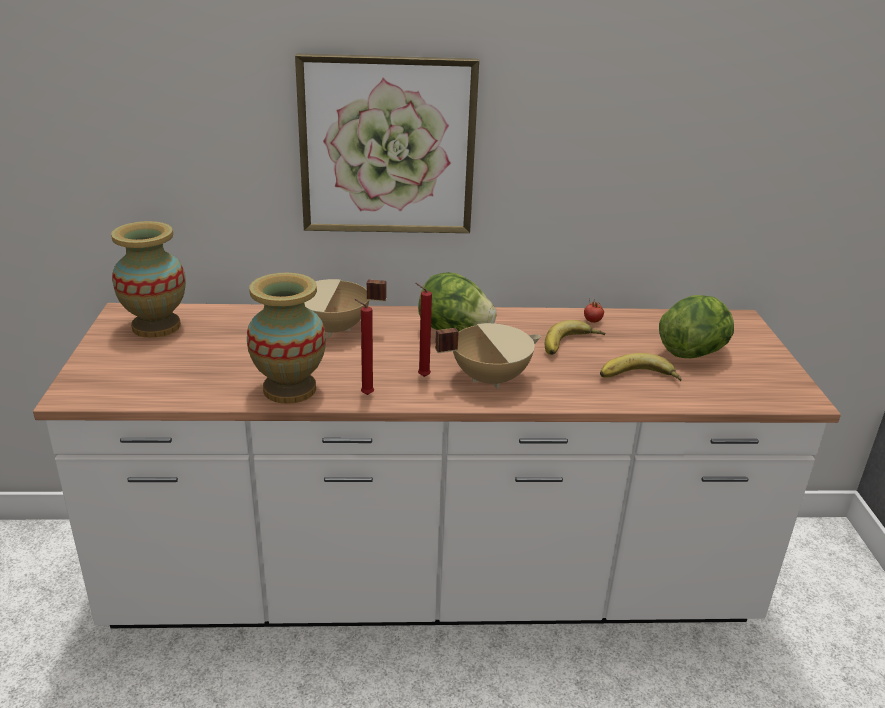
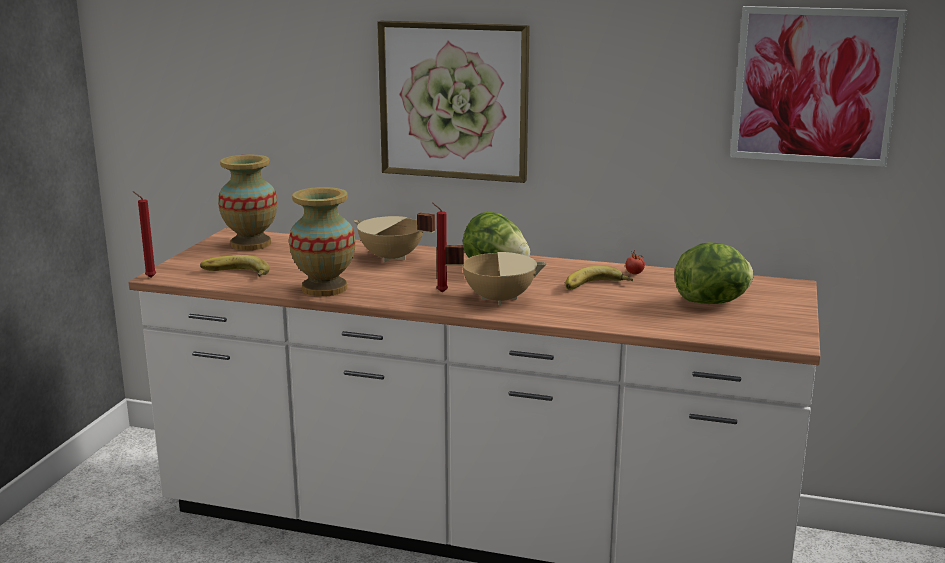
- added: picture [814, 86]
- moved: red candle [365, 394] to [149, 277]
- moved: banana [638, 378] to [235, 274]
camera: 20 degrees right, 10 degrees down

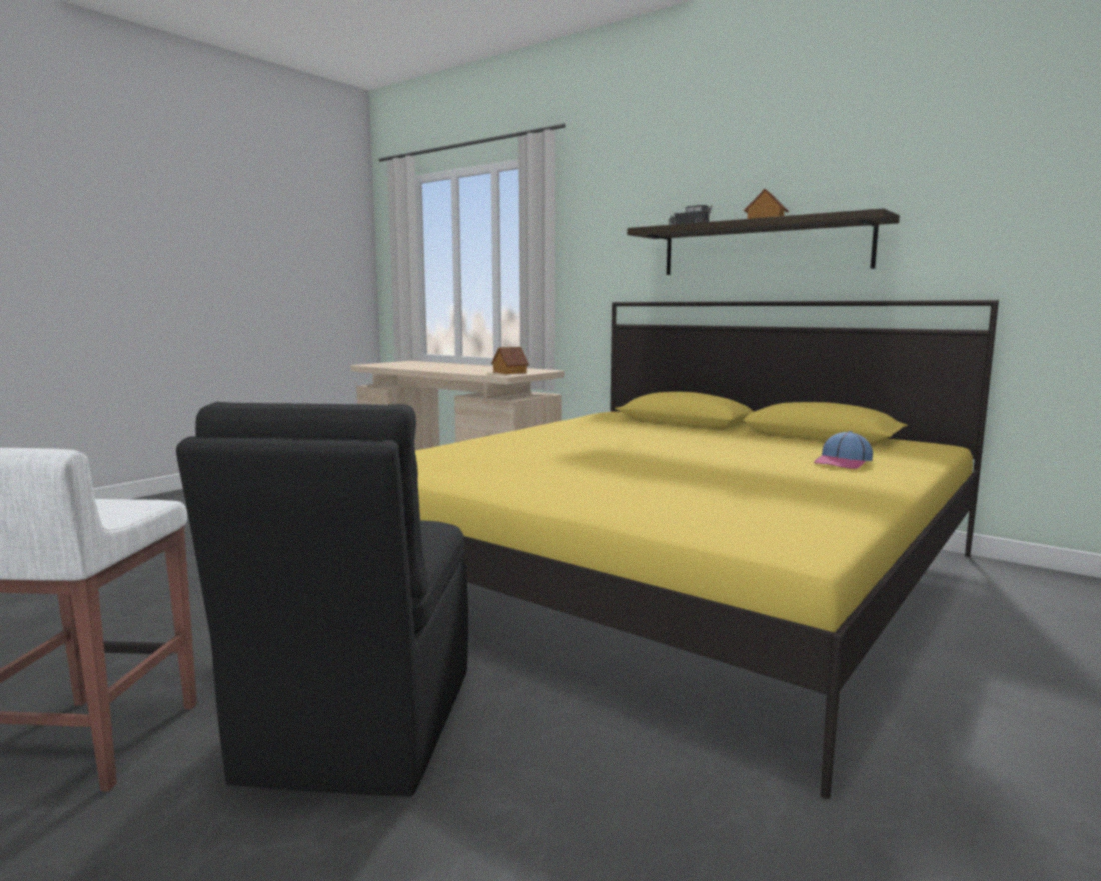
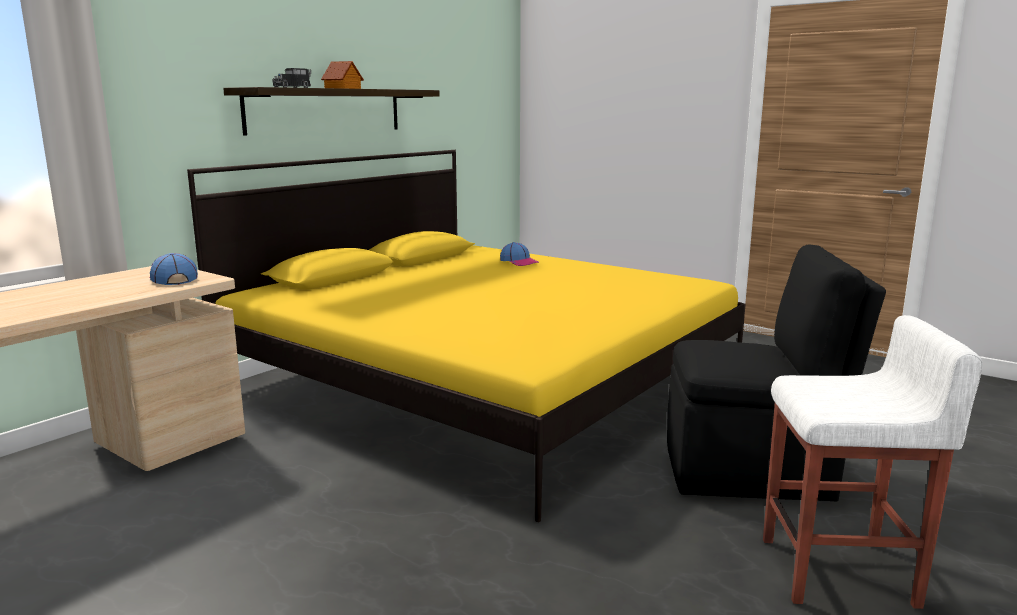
- replaced: toy house [509, 372] to cap [172, 278]
camera: 90 degrees left, 5 degrees up

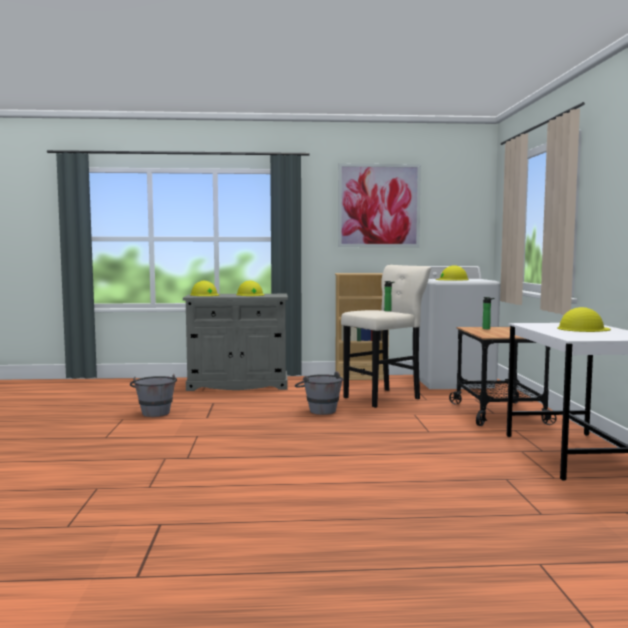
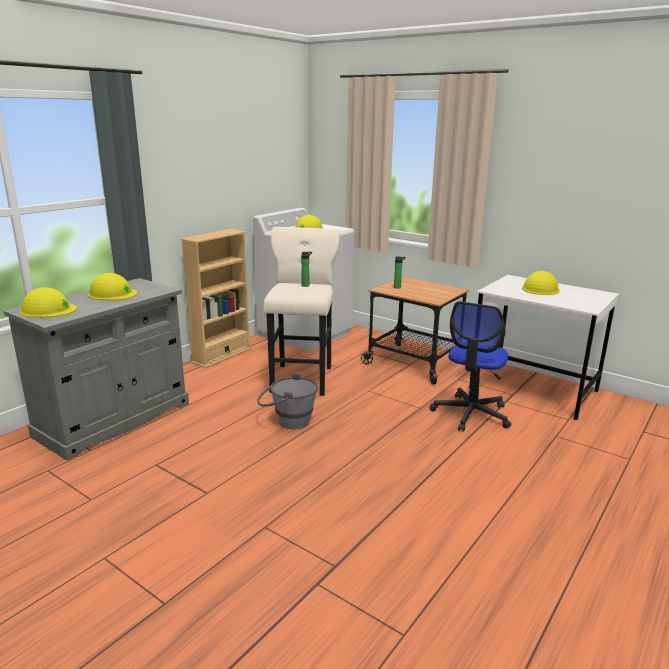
- removed: grey bucket [155, 412]
- removed: picture [379, 205]
- added: office chair [471, 414]
camera: 50 degrees left, 15 degrees up

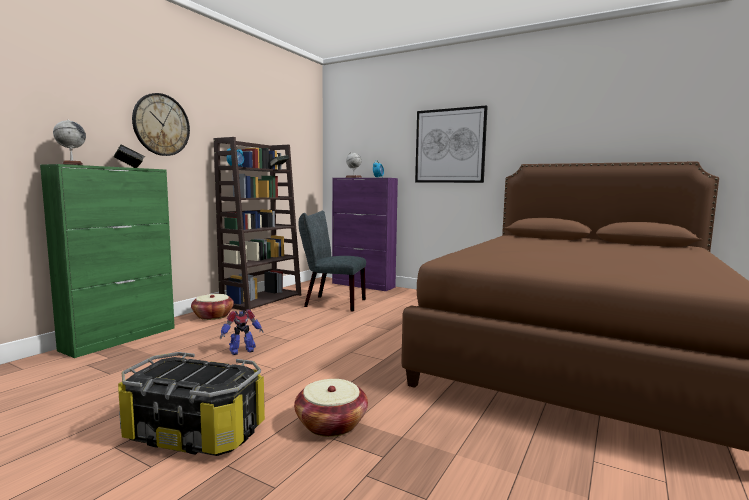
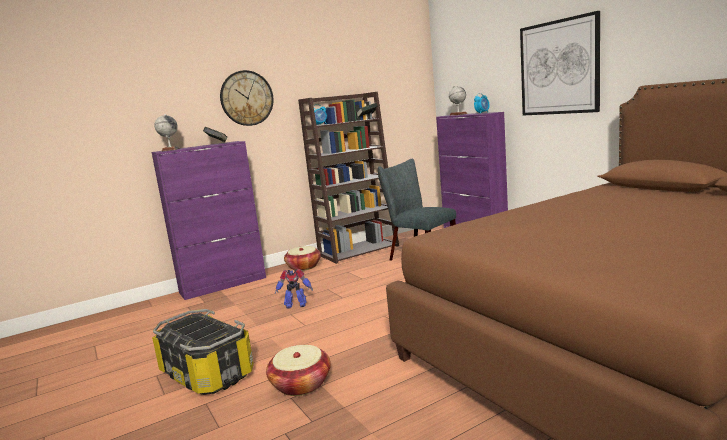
- recoloured: green cabinet [121, 338] to purple cabinet [224, 285]
camera: 30 degrees right, 5 degrees up

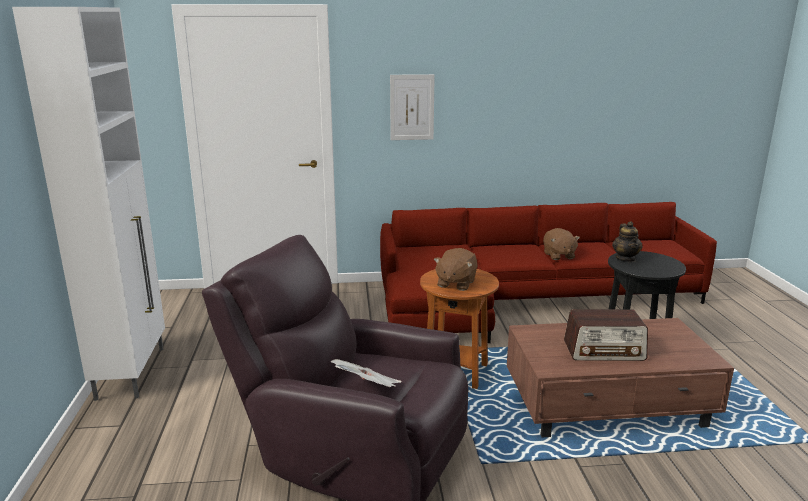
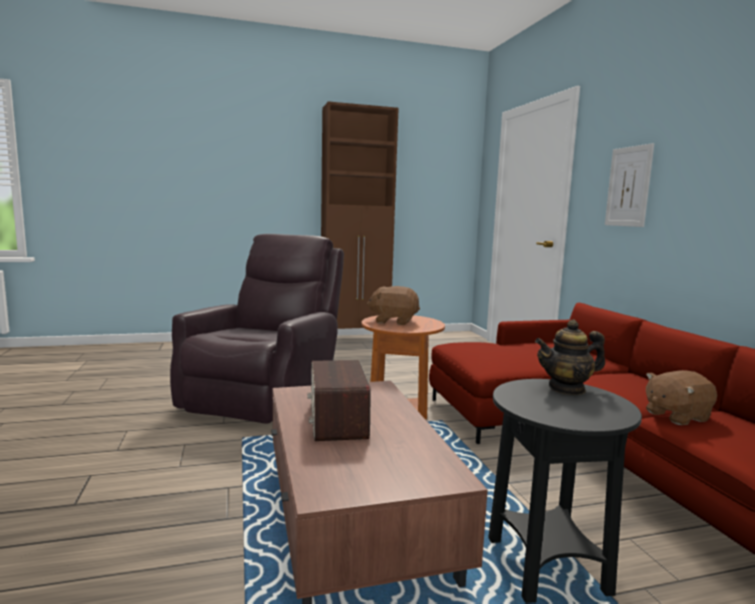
- removed: newspaper [368, 389]
- recoloured: white cabinet [132, 372] to brown cabinet [355, 339]
camera: 80 degrees right, 10 degrees down

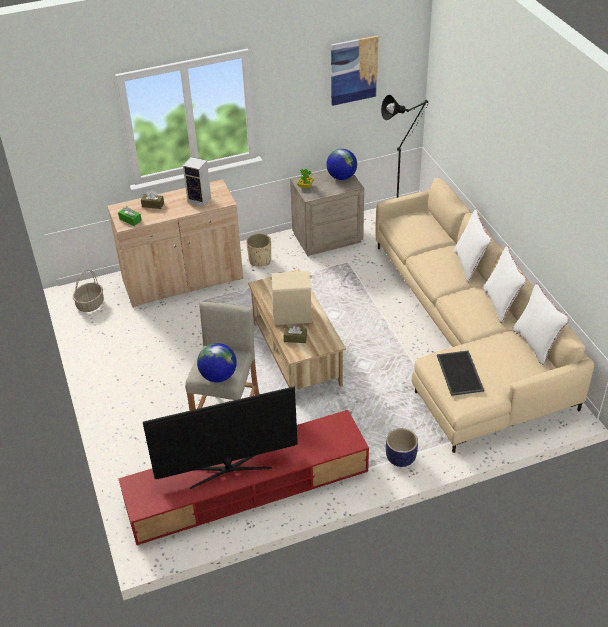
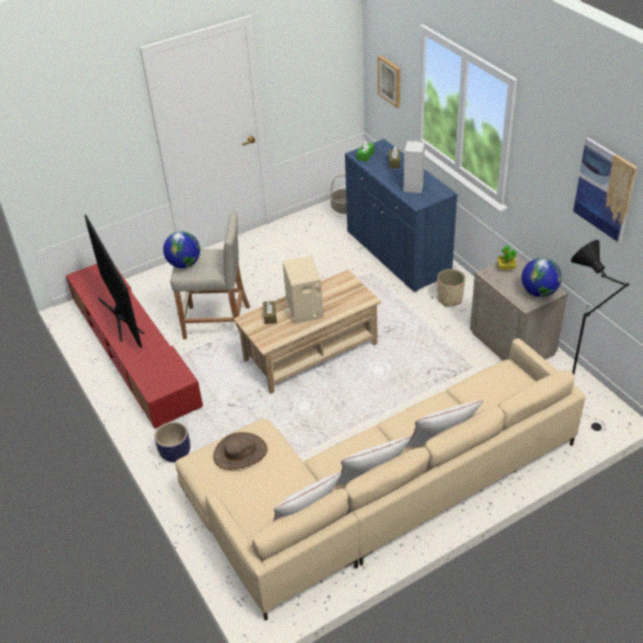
- added: picture [390, 81]
- replaced: tray [461, 373] to brown hat [240, 453]
- recoloured: beige cabinet [183, 280] to blue cabinet [397, 254]
camera: 80 degrees right, 0 degrees up

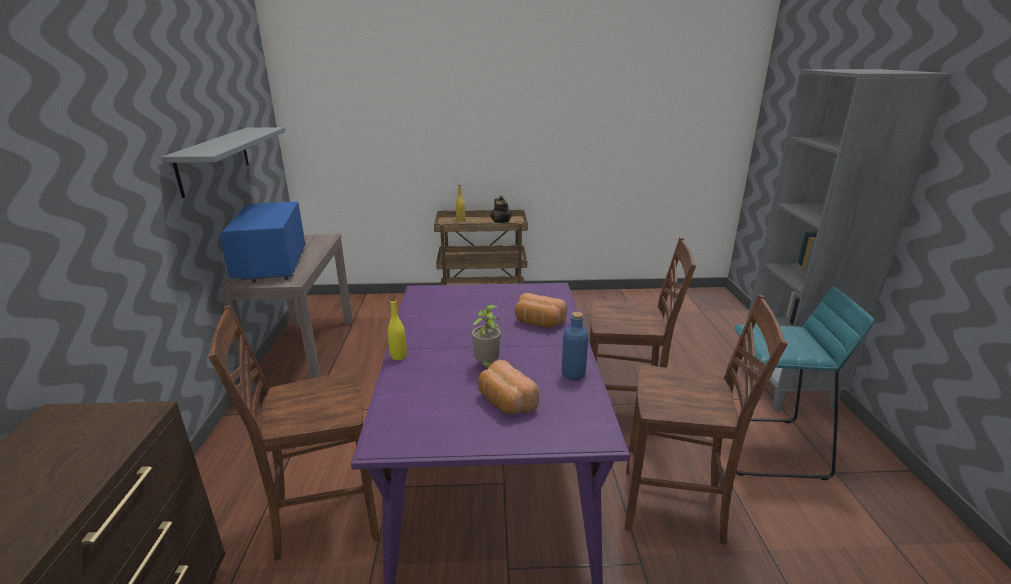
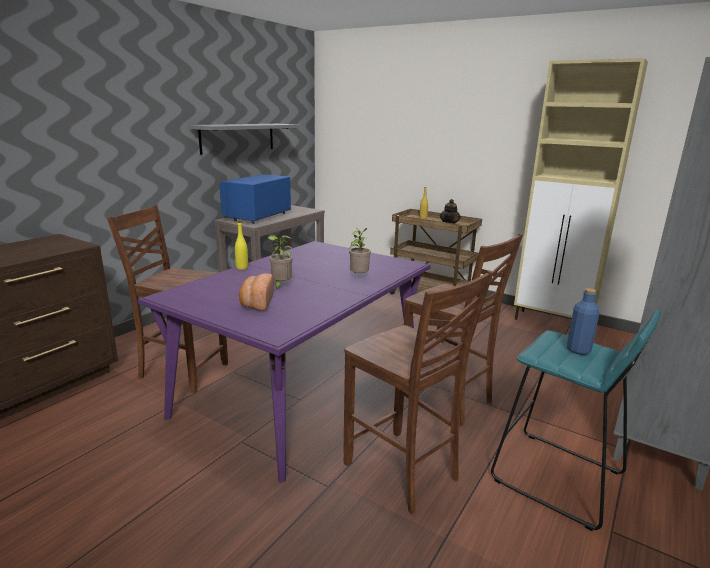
- added: beige cabinet [552, 323]
- moved: blue bottle [573, 374] to [578, 350]
- replaced: bread [538, 323] to potted plant [359, 277]
camera: 35 degrees right, 5 degrees down

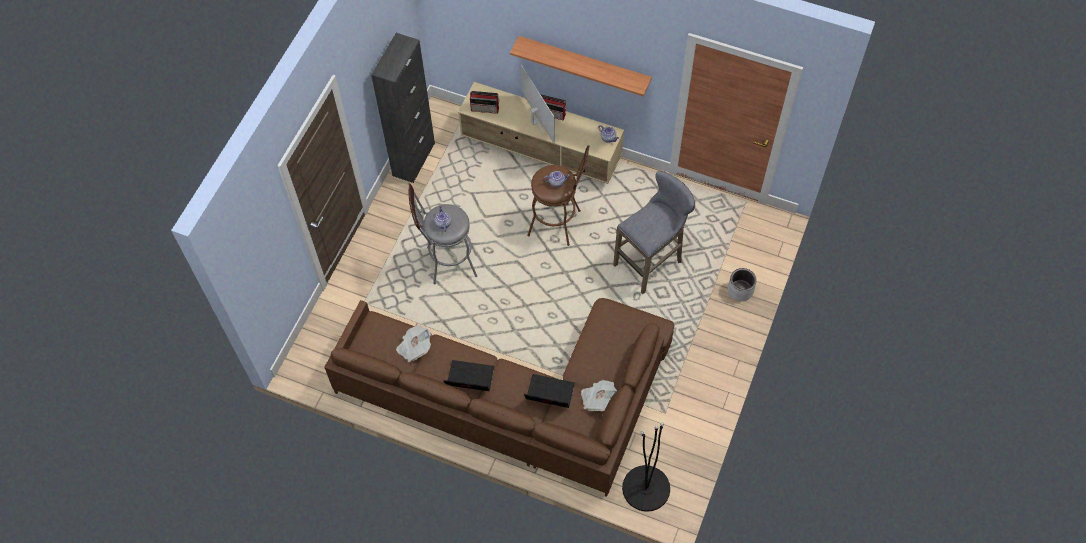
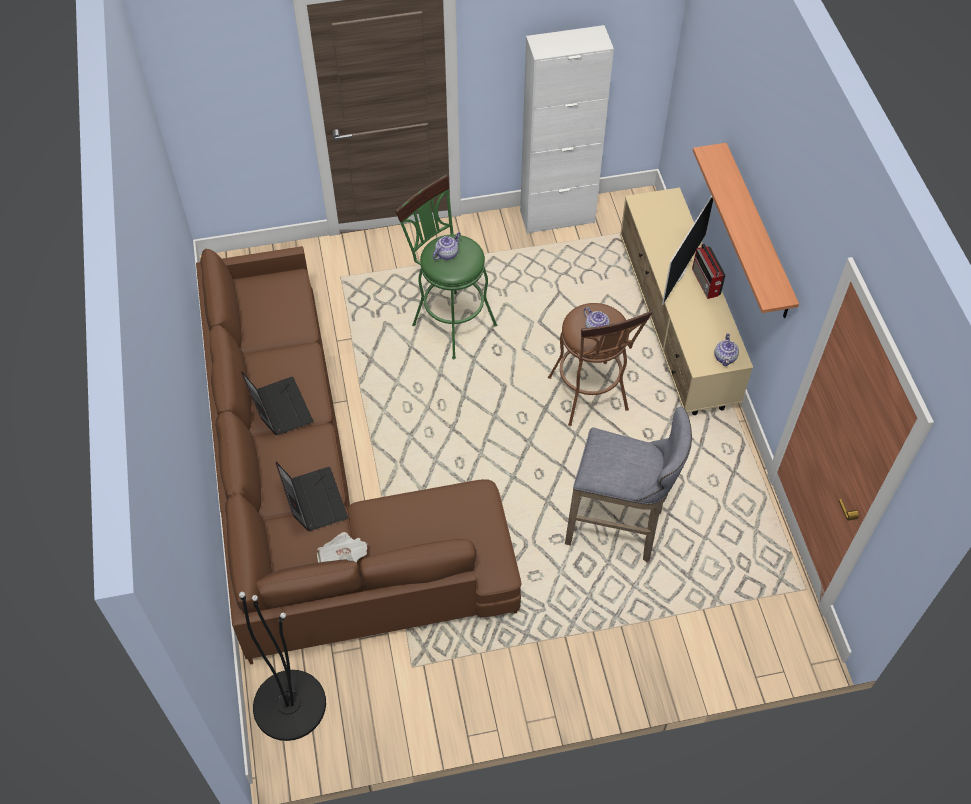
- removed: newspaper [414, 347]
- removed: radio [485, 109]
- removed: grey planter [740, 290]
- recoloured: black cabinet [413, 159] to white cabinet [557, 217]
- recoloured: grey stool [446, 263] to green stool [449, 321]
camera: 55 degrees right, 5 degrees down

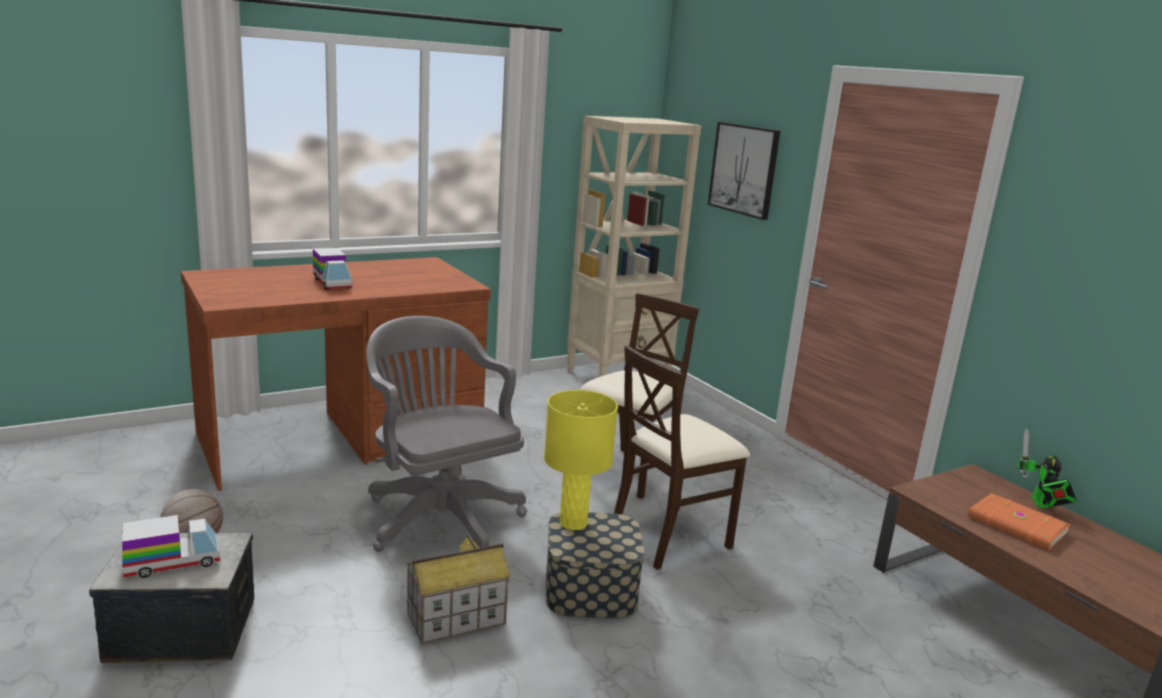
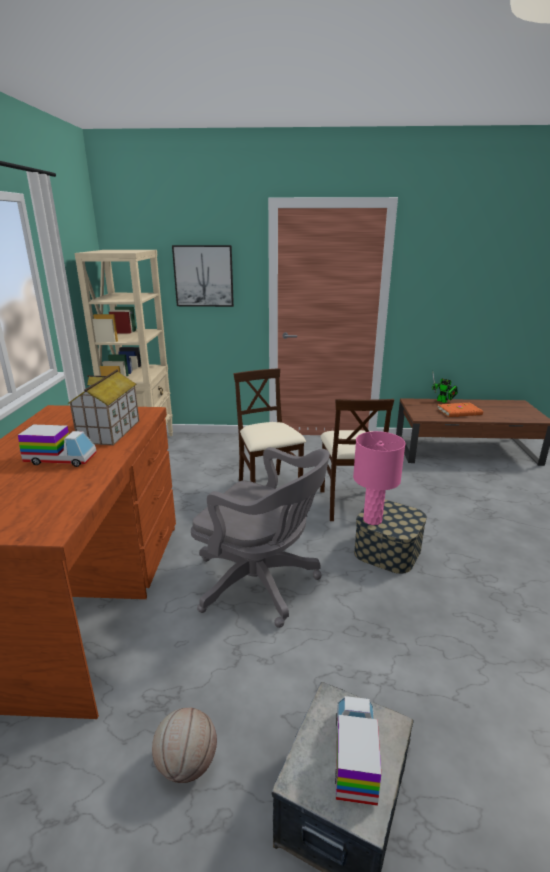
- moved: toy house [455, 619] to [110, 431]
- recoloured: yellow table lamp [573, 523] to pink table lamp [372, 519]
- turned: grey office chair [439, 517] = [262, 584] 150 degrees counterclockwise
camera: 55 degrees left, 5 degrees up

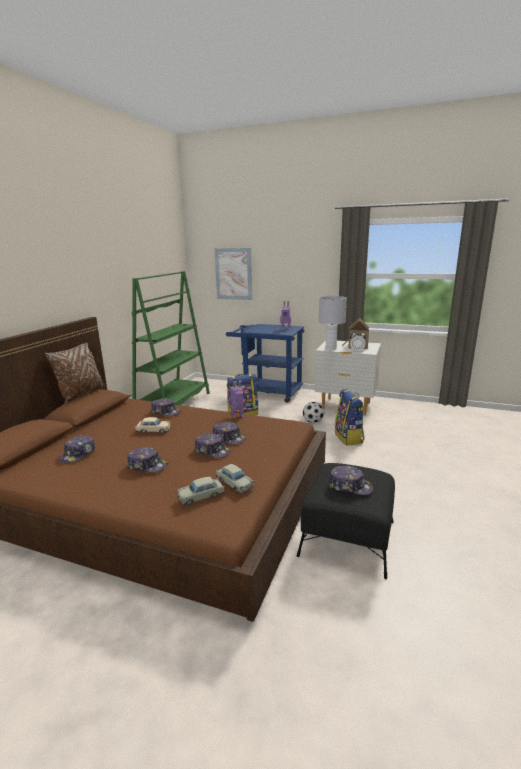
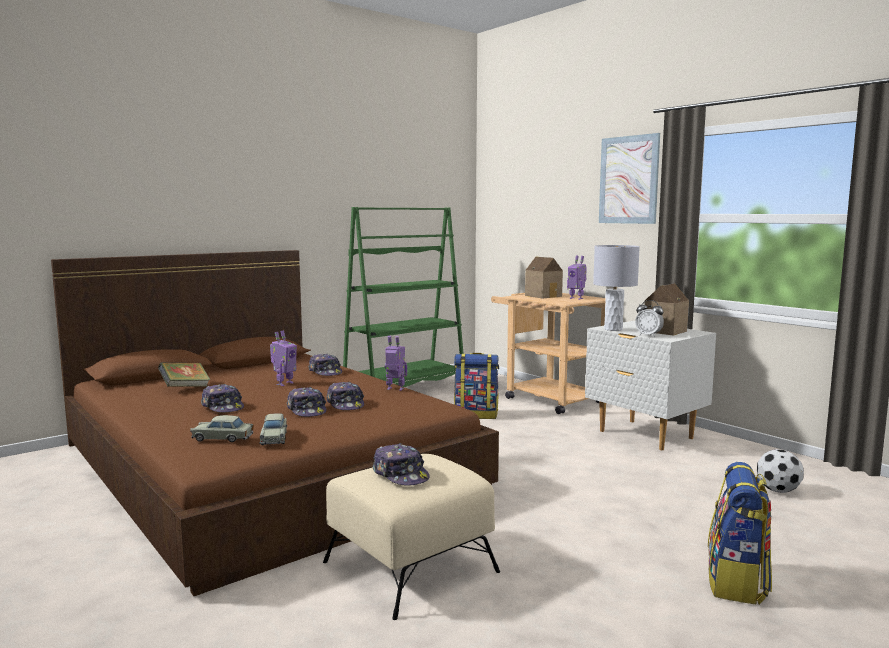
- removed: brown pillow [81, 394]
- added: toy house [544, 296]
- moved: picture [233, 274] to [628, 180]
- moved: football [313, 422] to [778, 490]
- moved: backpack [349, 438] to [737, 583]
- replaced: cap [78, 454] to book [185, 388]
- replaced: beige toy car [153, 430] to toy robot [284, 383]
- recoloured: blue cart [267, 392] to beige cart [547, 398]
- recoloured: black ottoman [347, 537] to beige ottoman [411, 566]
camera: 30 degrees right, 10 degrees down

